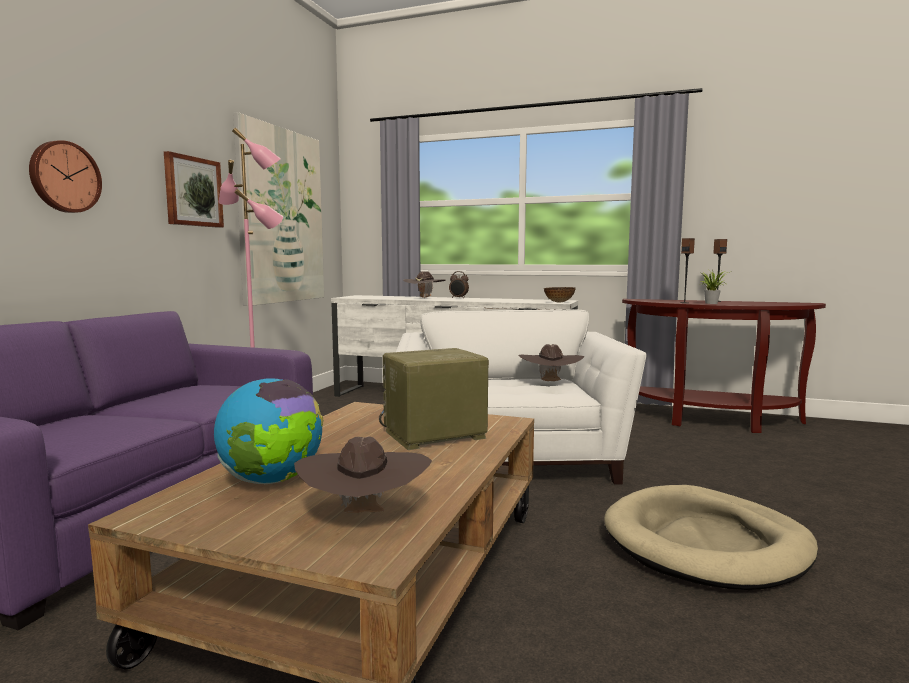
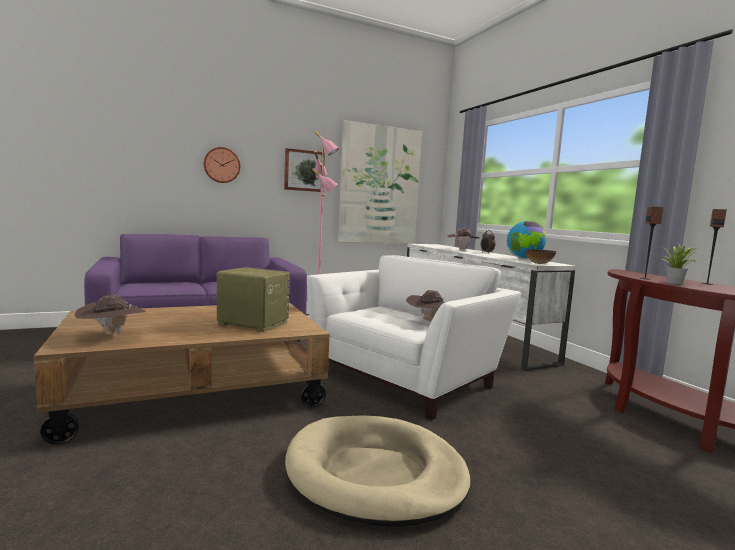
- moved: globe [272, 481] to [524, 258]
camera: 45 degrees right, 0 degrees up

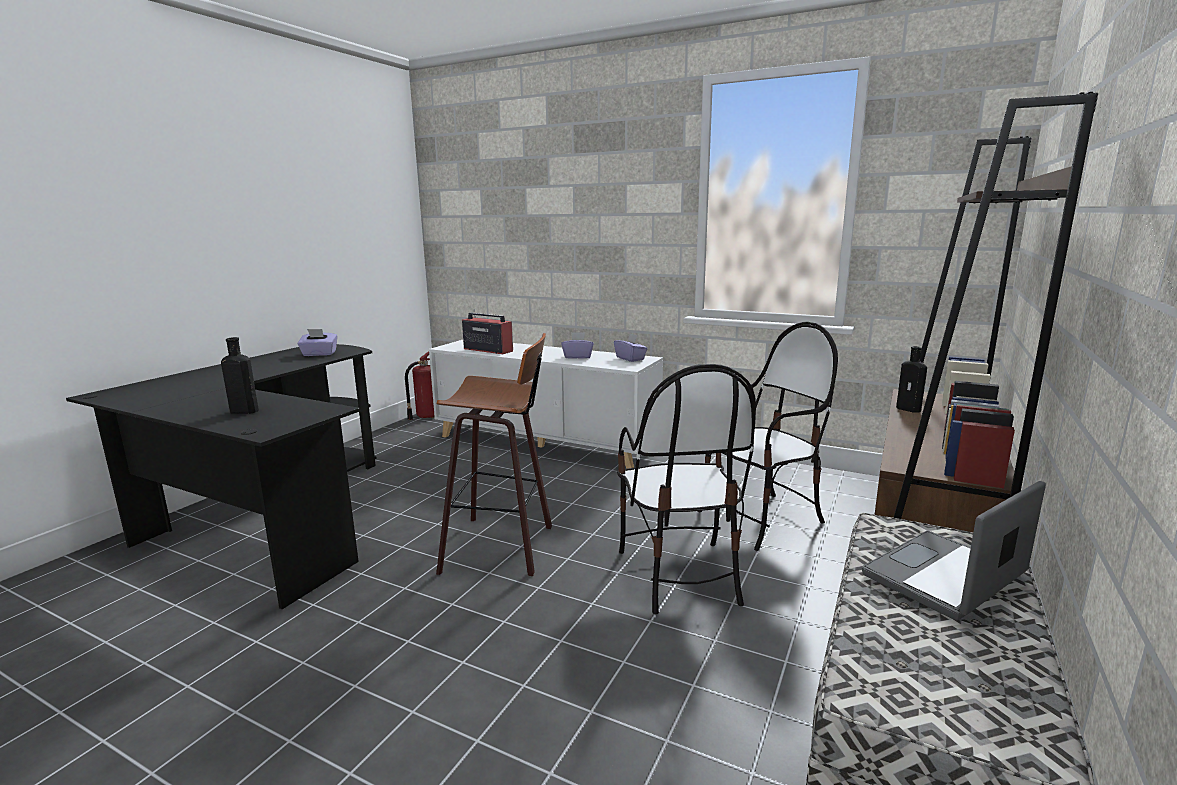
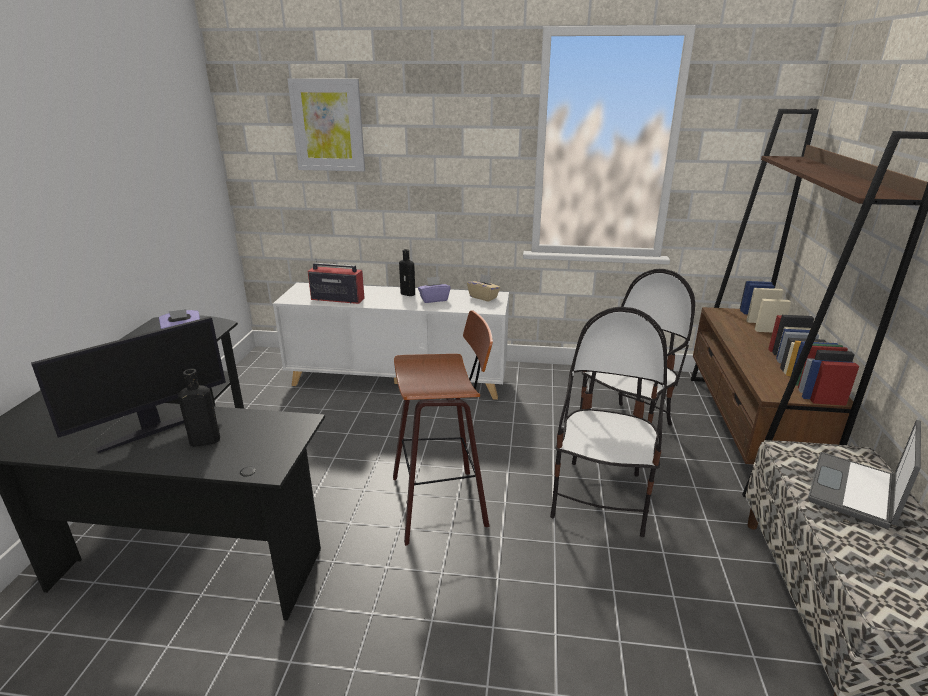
- removed: fire extinguisher [426, 416]
- added: monitor [153, 429]
- added: picture [328, 125]
- moved: black bottle [910, 409] to [408, 294]
- recoloured: purple tissue box [630, 358] to beige tissue box [483, 297]
- turned: chair [679, 575] = [601, 498] 135 degrees counterclockwise
camera: 20 degrees left, 10 degrees up

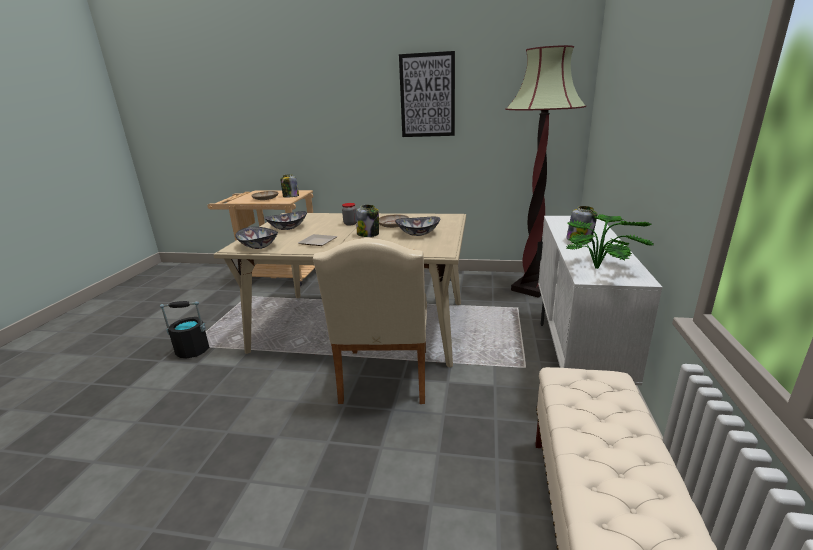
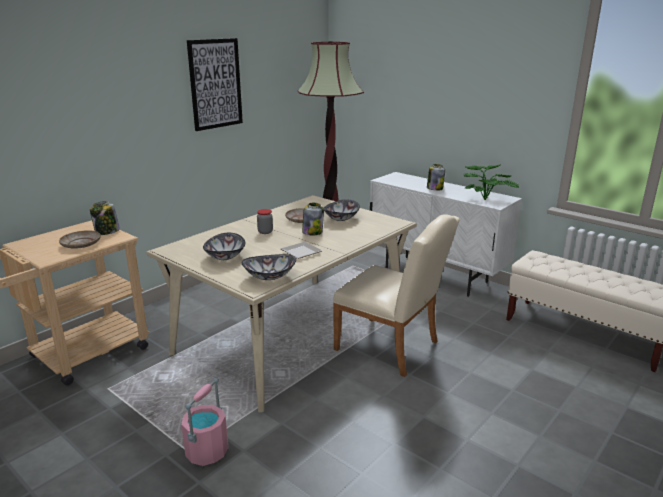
- recoloured: black bucket [192, 351] to pink bucket [206, 451]
camera: 60 degrees left, 0 degrees up

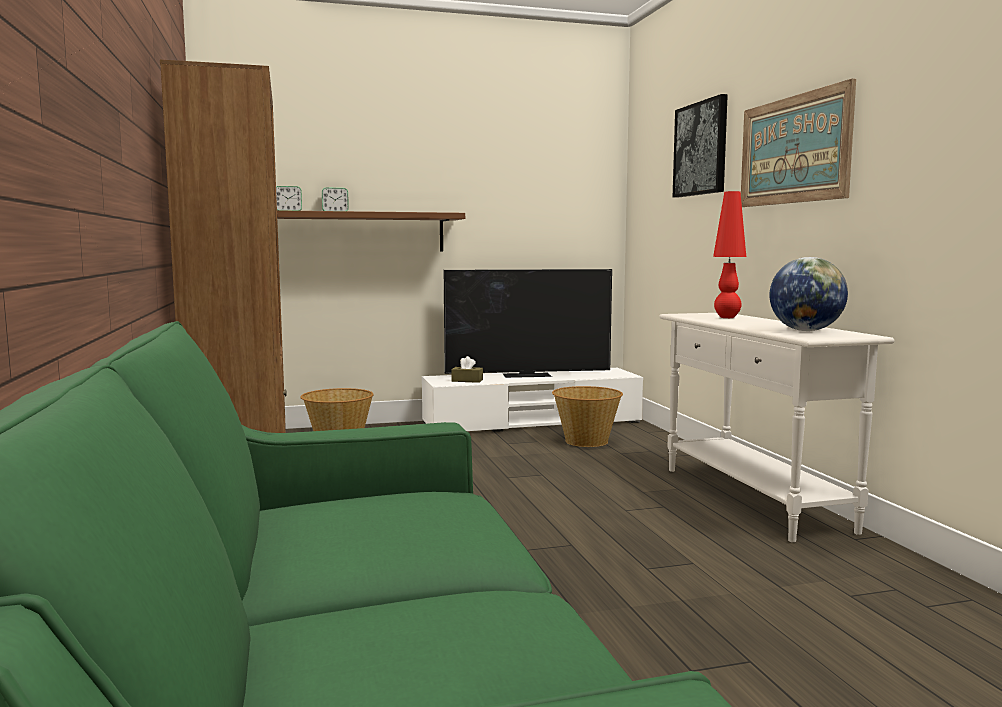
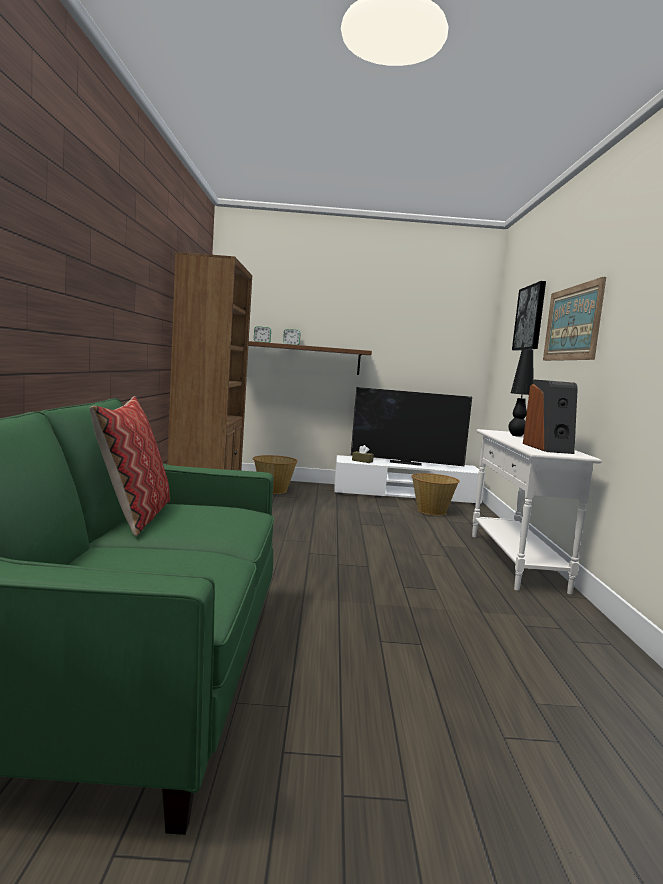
- added: pillow [134, 516]
- replaced: globe [806, 330] to speaker [548, 448]
- recoloured: red table lamp [726, 317] to black table lamp [516, 435]
camera: 15 degrees right, 0 degrees up

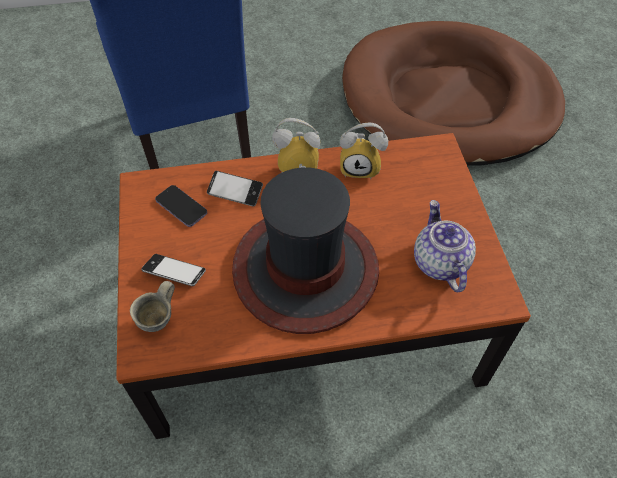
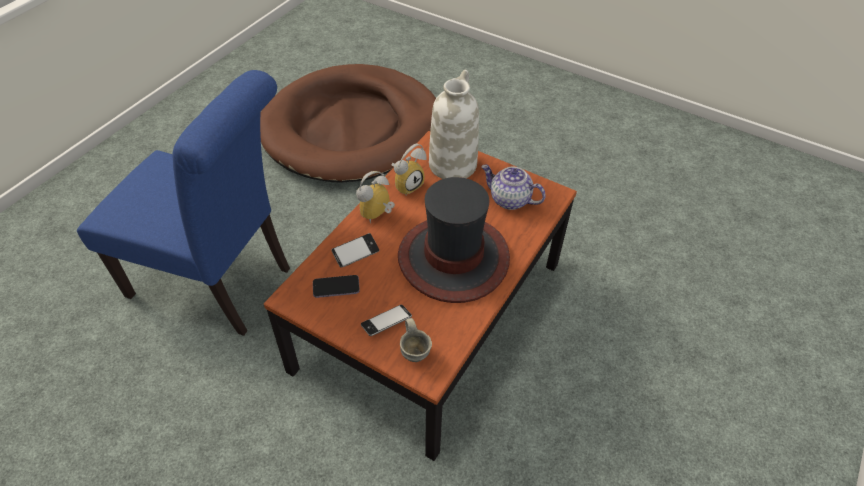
- added: white vase [452, 164]
camera: 50 degrees left, 5 degrees down

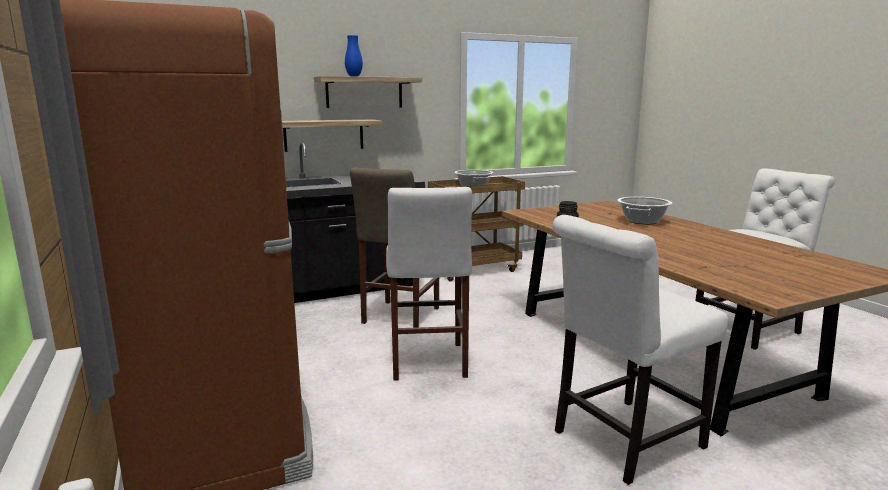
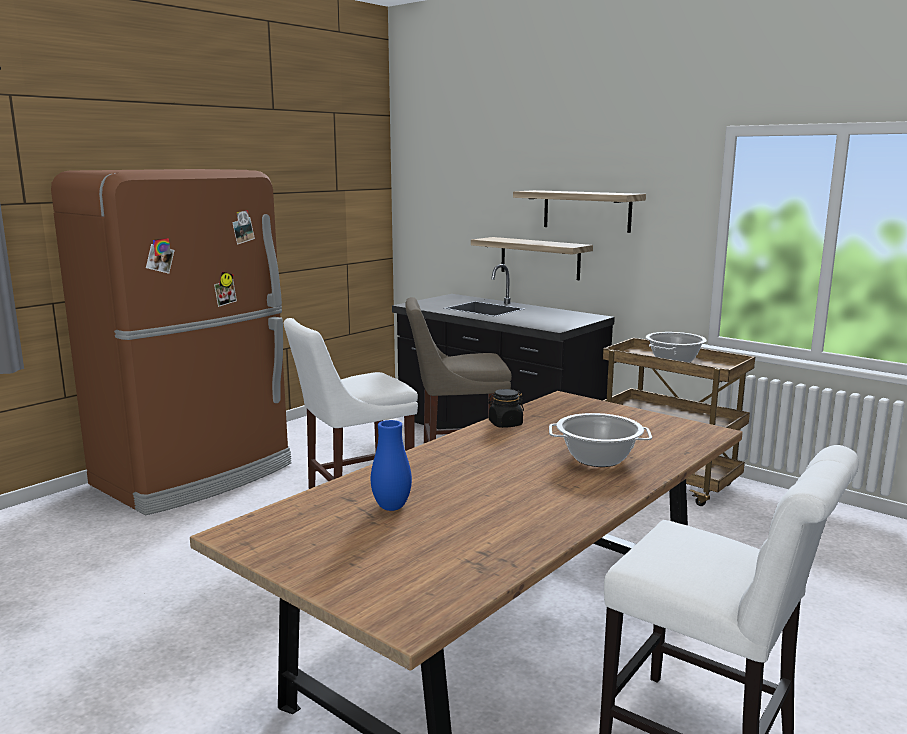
- removed: white chair [622, 441]
- moved: blue vase [354, 76] to [391, 507]
camera: 65 degrees right, 0 degrees up

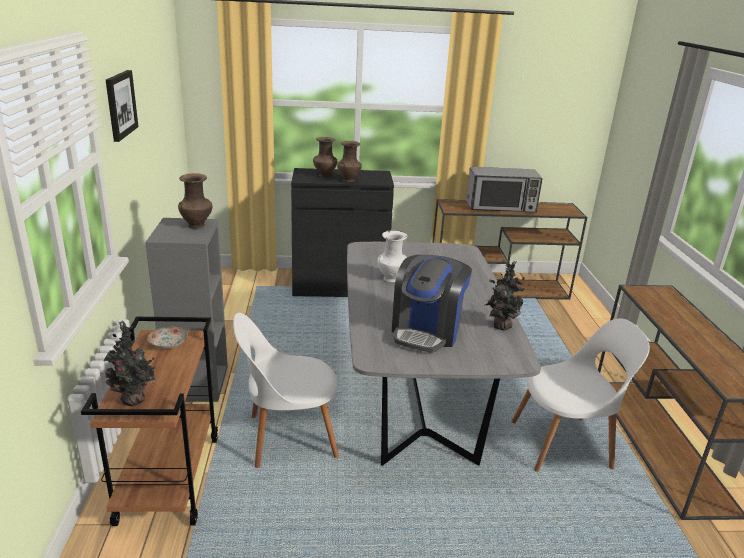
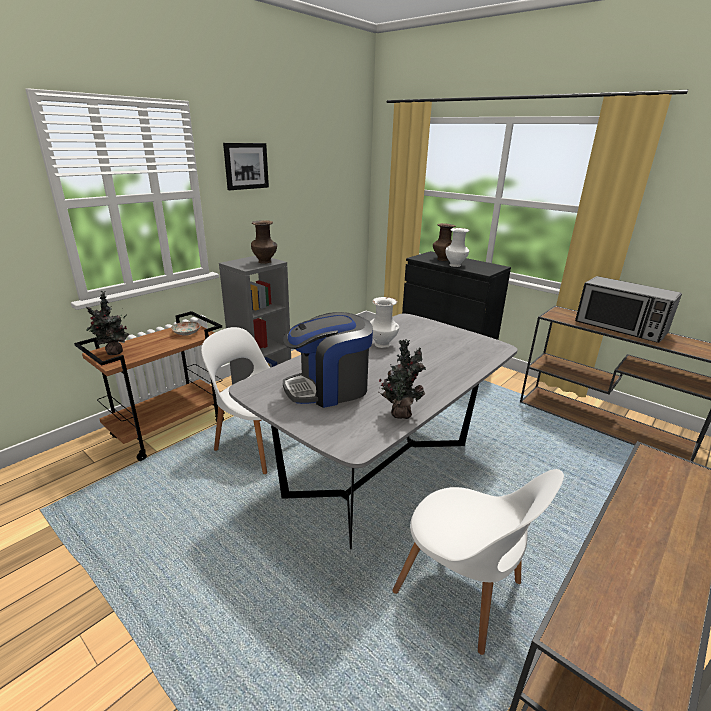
- recoloured: brown vase [349, 180] to white vase [455, 265]
camera: 45 degrees right, 0 degrees up

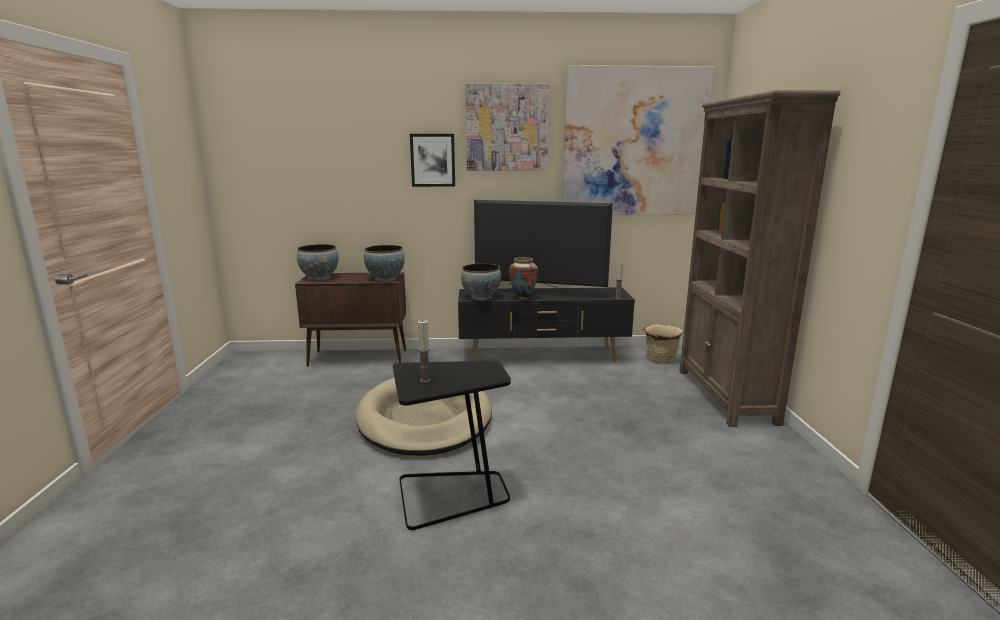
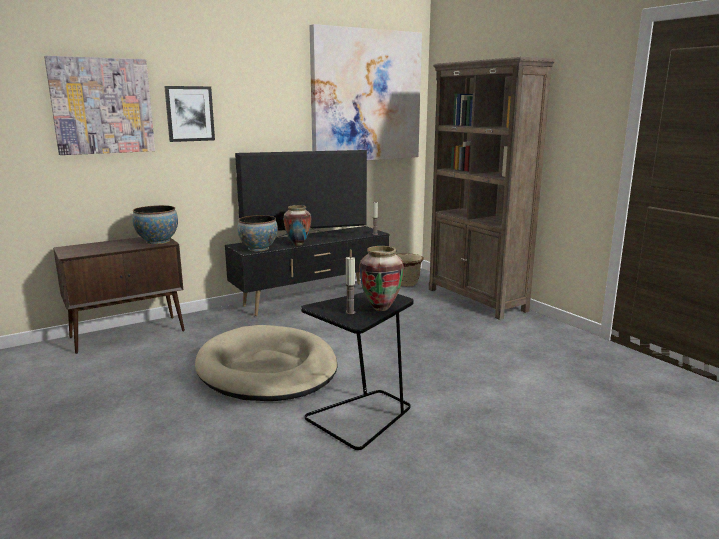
- removed: bowl [319, 277]
- added: vase [381, 308]
- moved: picture [507, 128] to [102, 106]
camera: 30 degrees left, 0 degrees up

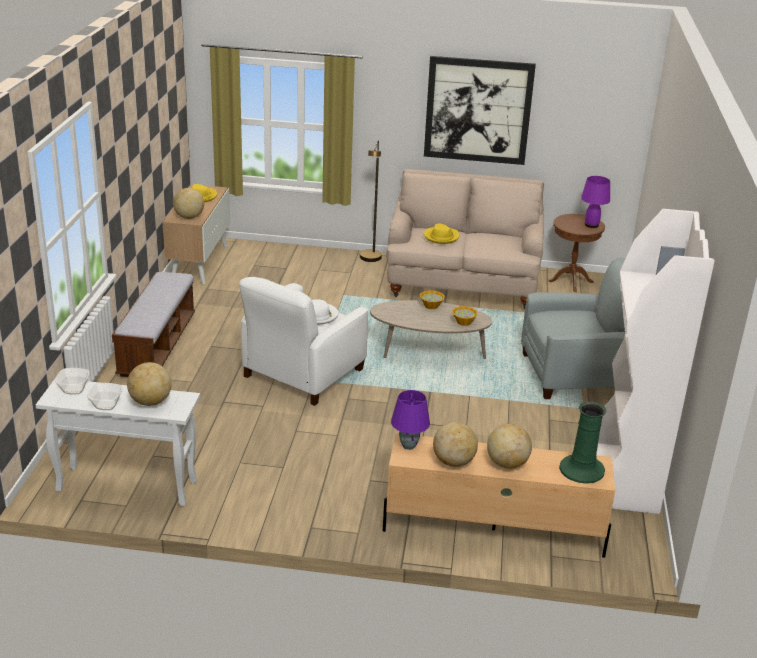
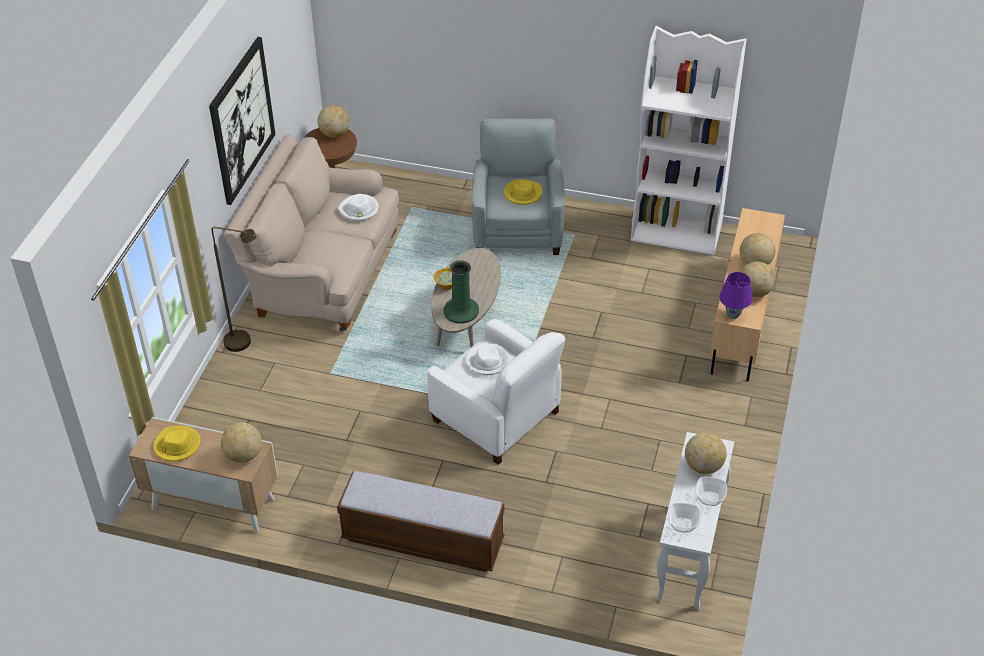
- removed: bowl [464, 322]
- added: white hat [359, 210]
- moved: yellow hat [441, 237] to [522, 194]
- moved: green vase [581, 469] to [460, 311]
- replaced: purple table lamp [591, 225] to globe [335, 134]
camera: 80 degrees left, 15 degrees up

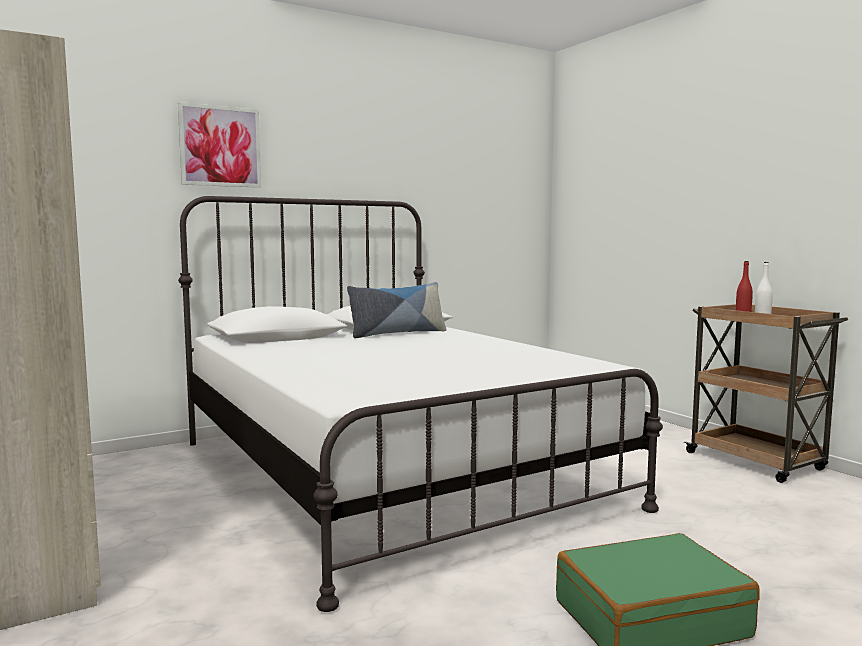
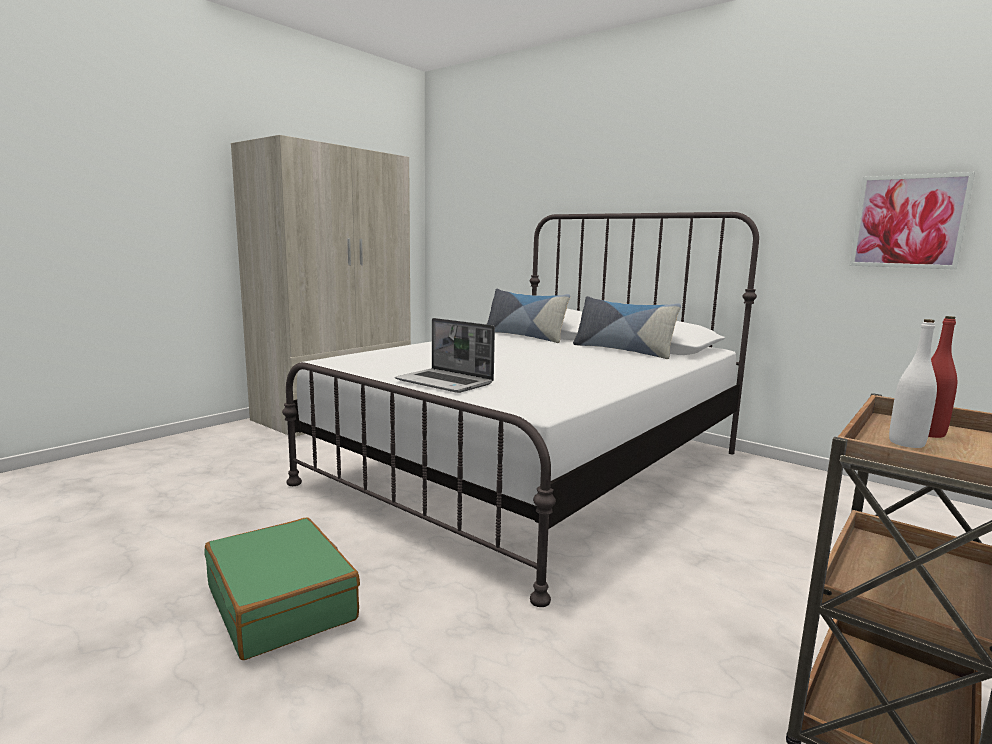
- added: laptop [445, 382]
- added: pillow [524, 336]
- moved: picture [220, 146] to [908, 221]
camera: 70 degrees right, 5 degrees up

